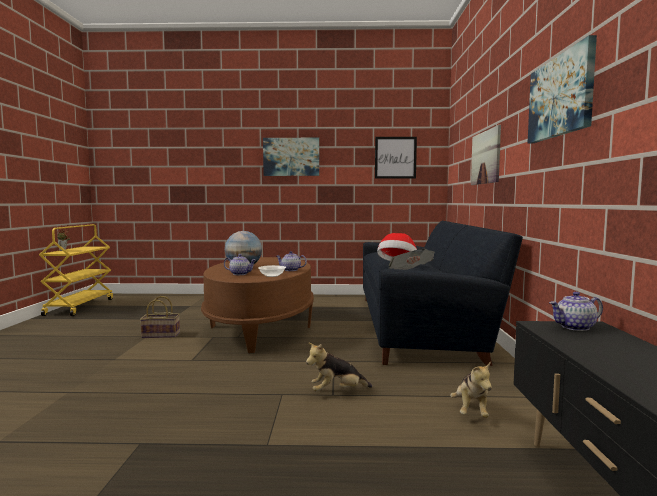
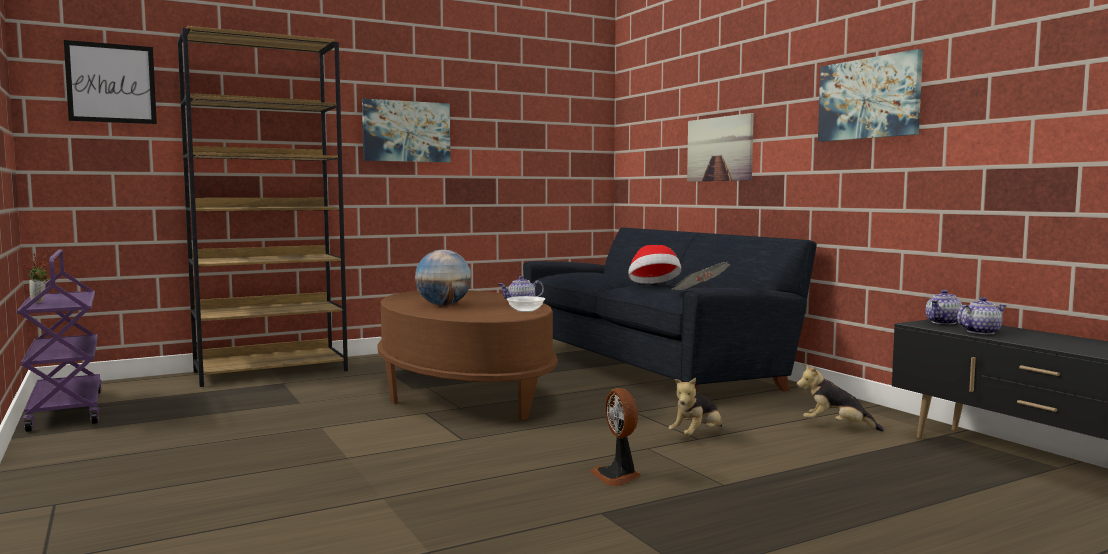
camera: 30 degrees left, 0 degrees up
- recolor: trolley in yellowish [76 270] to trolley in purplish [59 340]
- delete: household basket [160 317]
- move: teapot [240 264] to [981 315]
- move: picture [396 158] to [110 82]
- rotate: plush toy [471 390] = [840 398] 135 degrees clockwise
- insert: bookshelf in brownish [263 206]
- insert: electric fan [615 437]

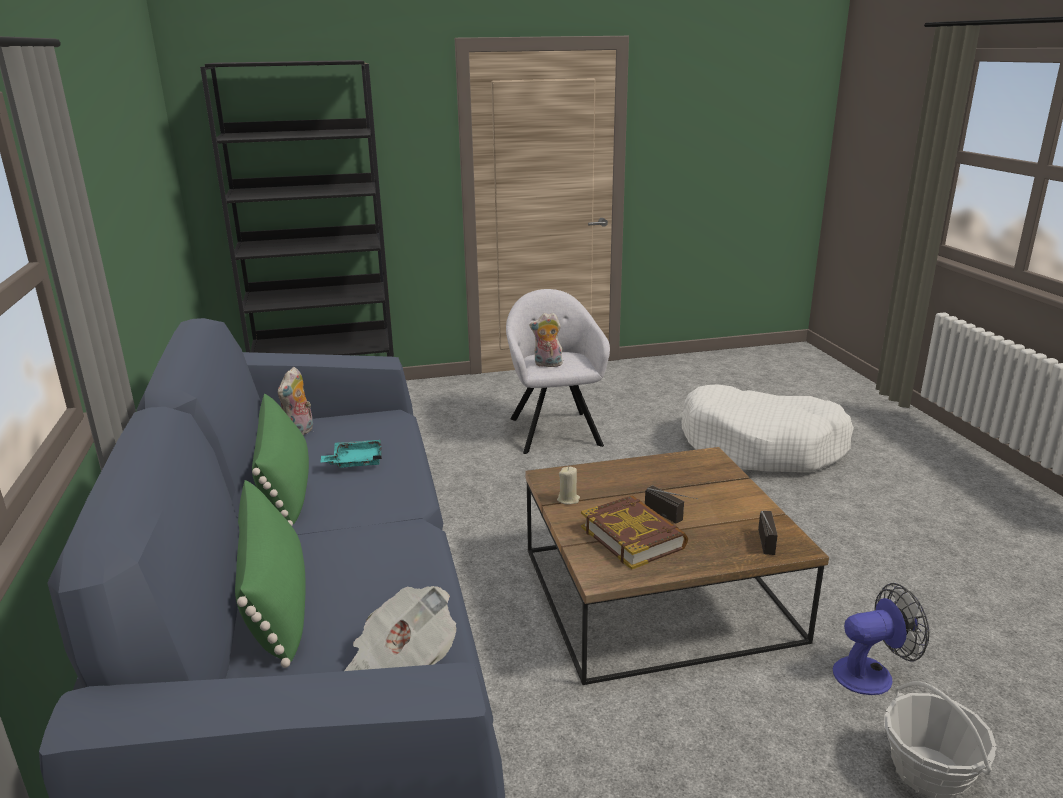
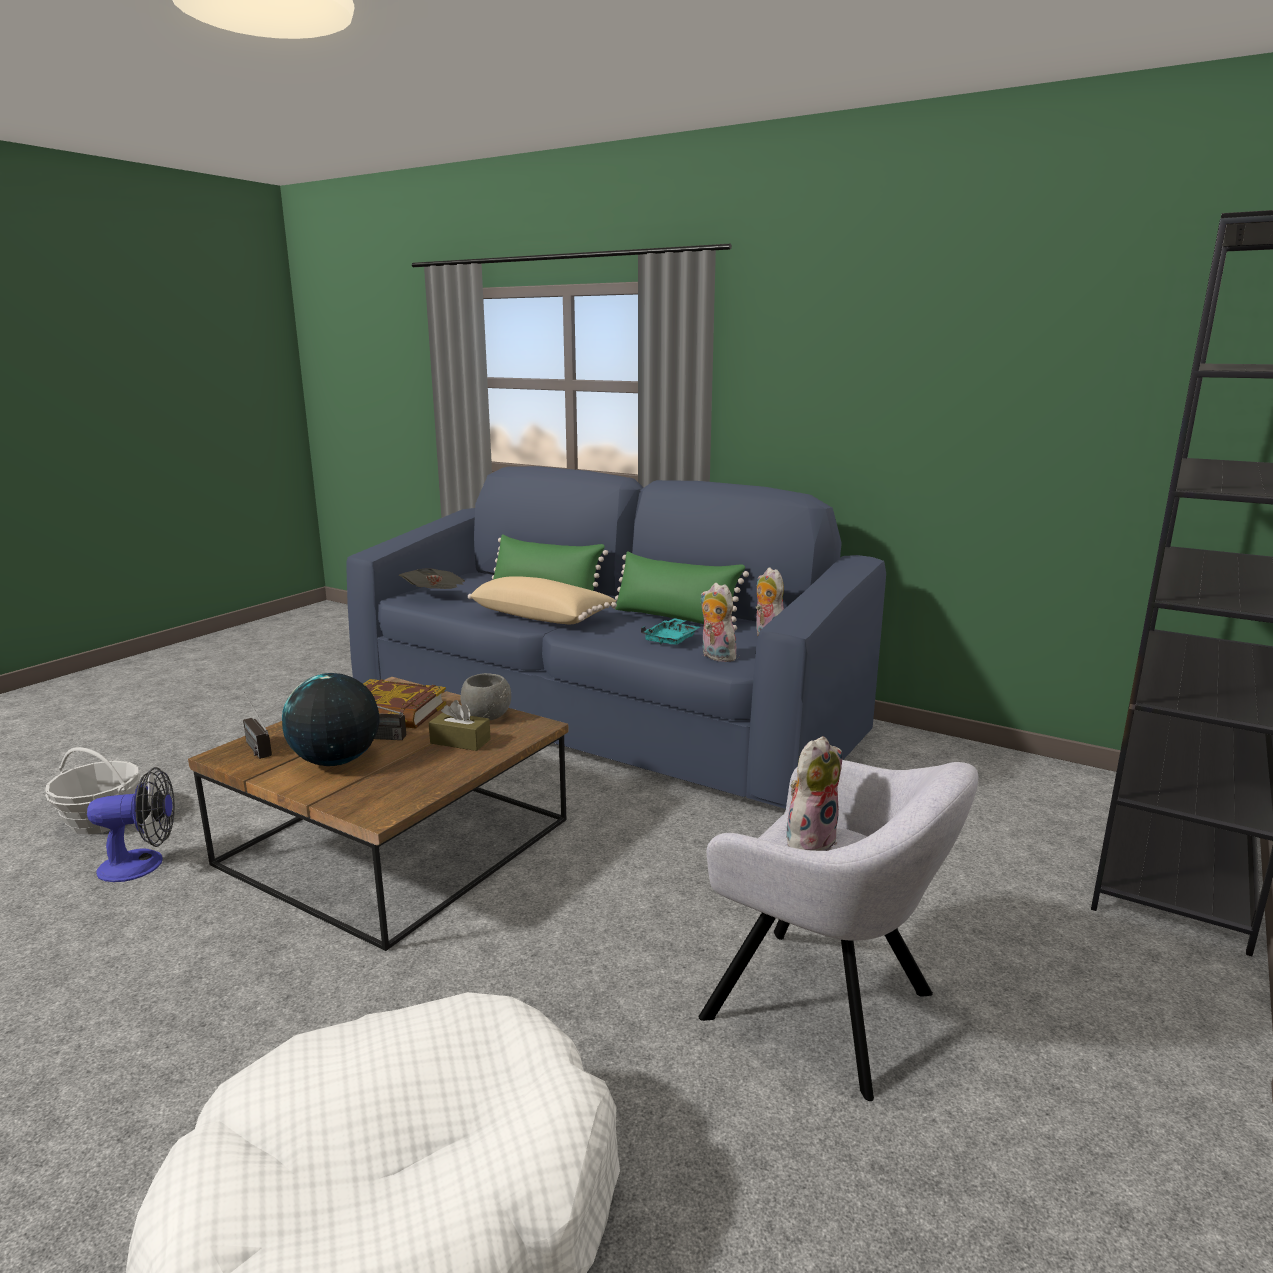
camera: 135 degrees right, 5 degrees down
- replace: wax candle in sand-coloured [568 486] to serving bowl in greyish [486 696]
- rotate: electric fan [881 639] = [131 824] 135 degrees counterclockwise
- insert: world globe [330 719]
- insert: box of tissues in brownish [460 725]
- insert: cushion in sand-coloured [542 600]
- insert: plush toy [718 622]

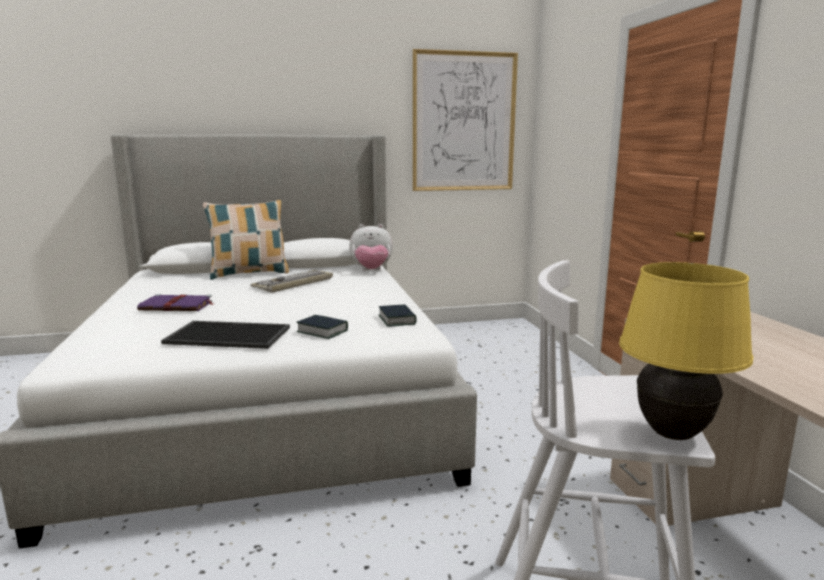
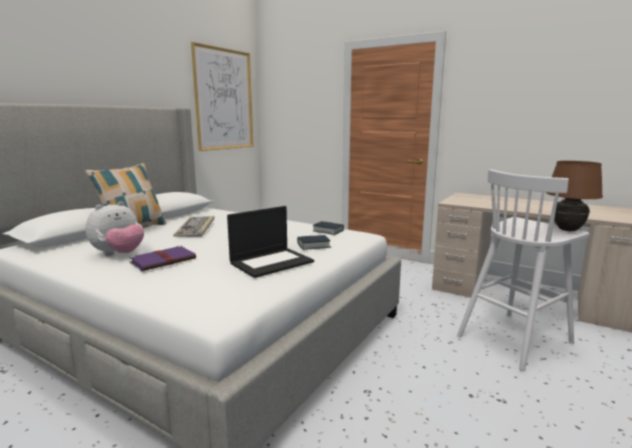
camera: 45 degrees left, 0 degrees up
- replace: tray [225 335] to laptop [270 242]
- move: plush toy [371 247] to [115 228]
- recolor: lamp for a table in yellowish [686 351] to lamp for a table in brownish [574 196]

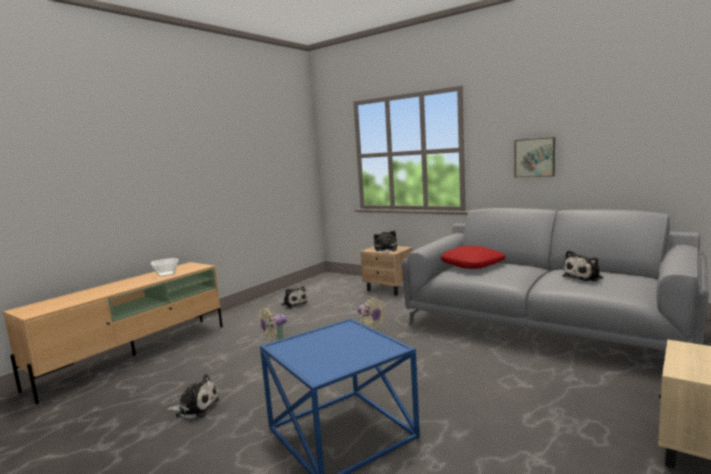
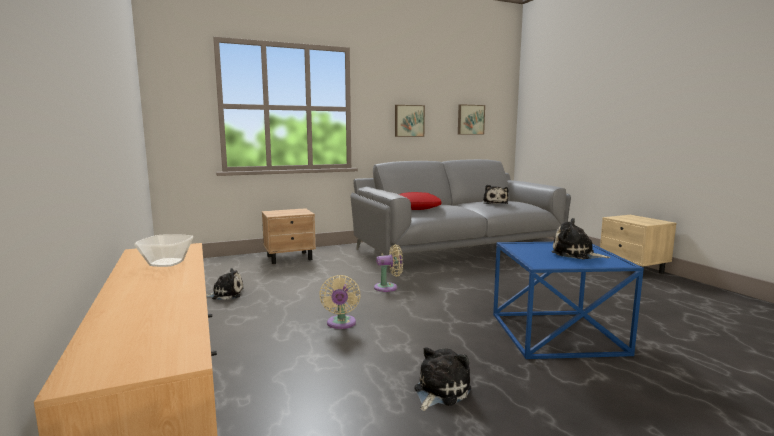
camera: 60 degrees left, 0 degrees up
- move: plush toy [385 242] to [581 238]
- insert: picture [471 119]

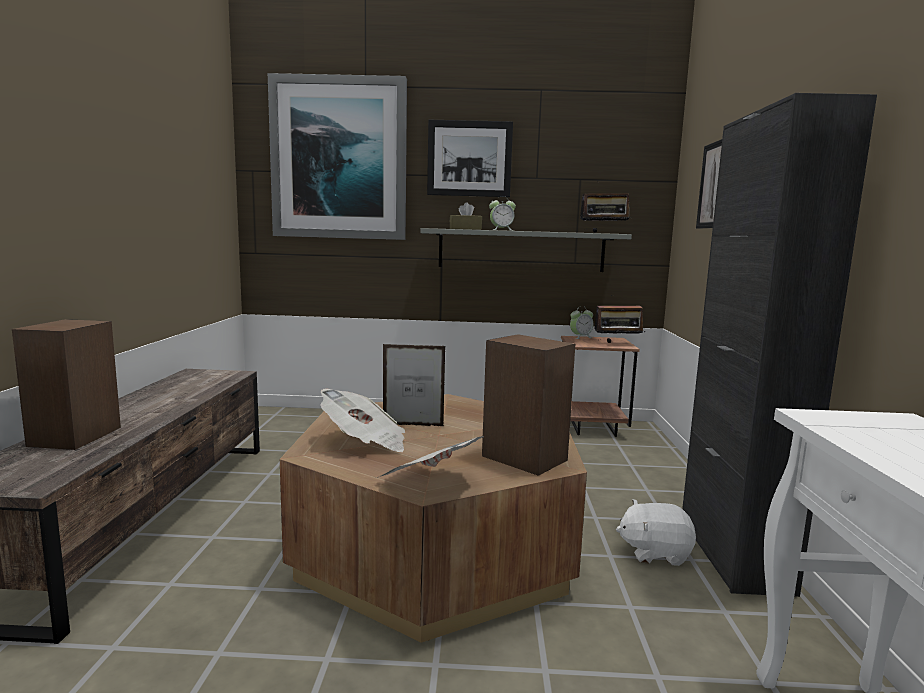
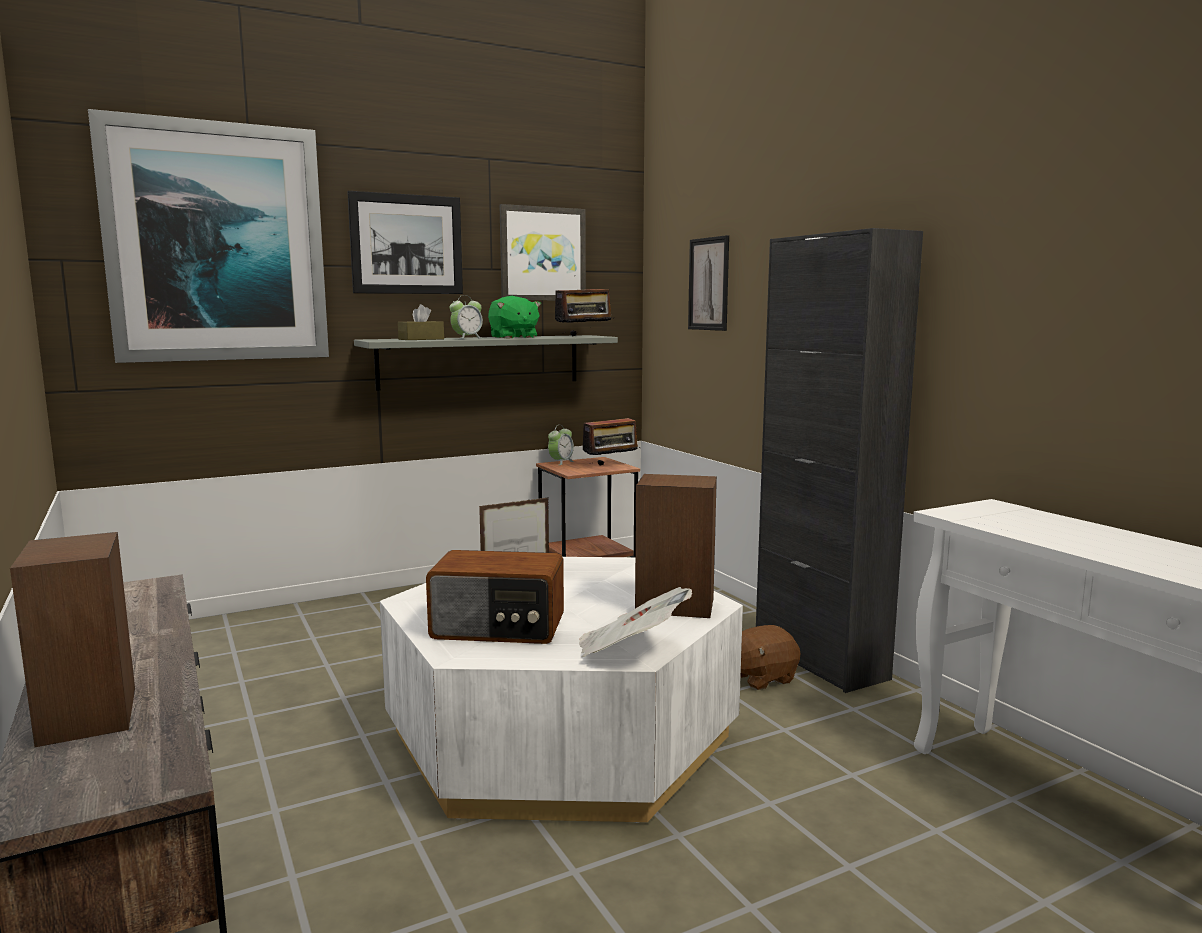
camera: 30 degrees left, 0 degrees up
- recolor: lounge table in brownish [433 518] to lounge table in whitish [561 690]
- replace: newspaper [362 420] to radio receiver [495 597]
- recolor: plush toy in whitish [656 532] to plush toy in brownish [770 657]
- insert: plush toy in greenish [514 317]
- insert: picture [543 252]

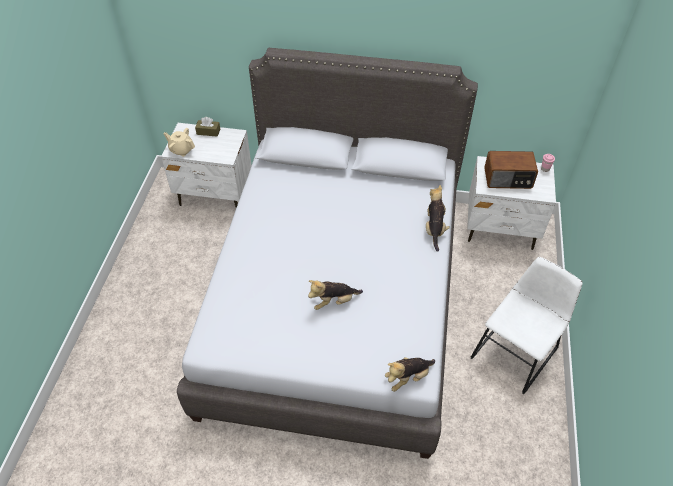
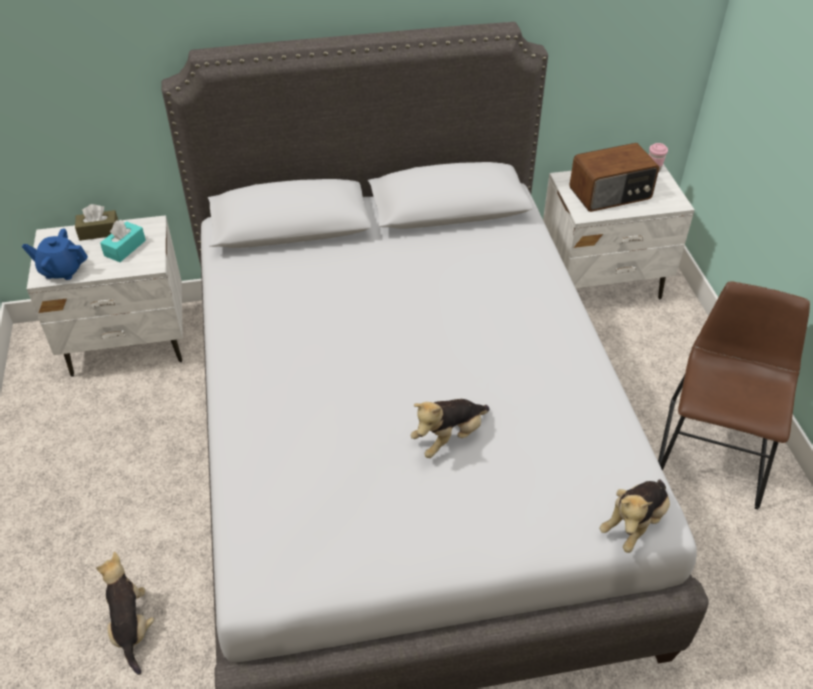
camera: 20 degrees left, 5 degrees down
- recolor: teapot in sand-coloured [179 142] to teapot in blue [55 254]
- move: plush toy [438 218] to [125 613]
- recolor: upright chair in whitish [526 325] to upright chair in brownish [734 395]
- insert: box of tissues in turquoise-coloured [123 241]

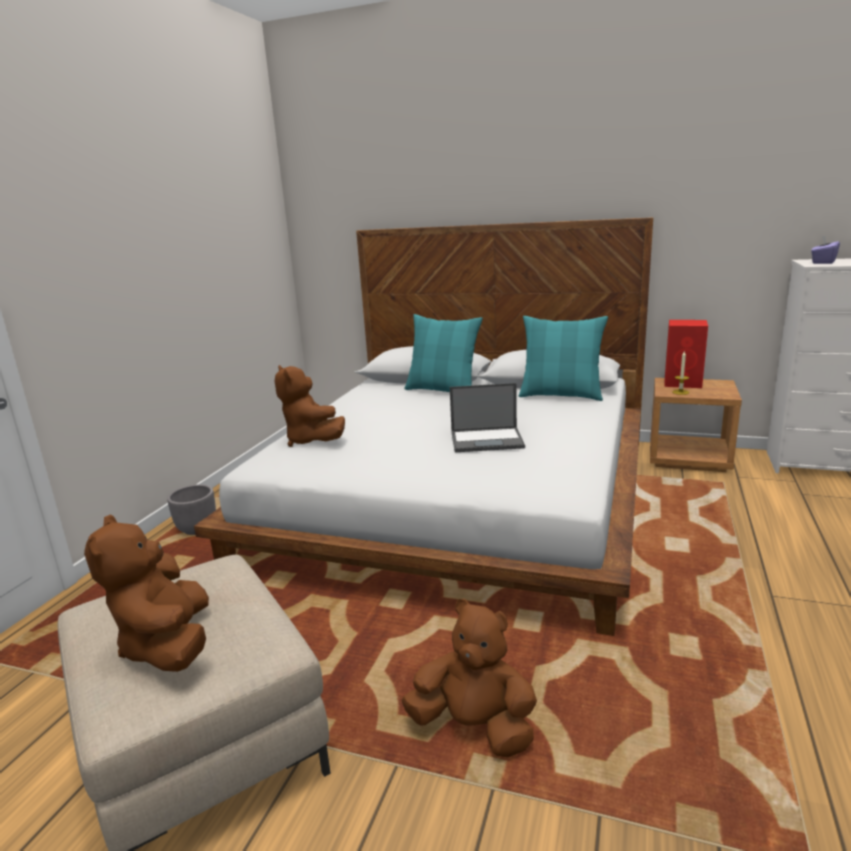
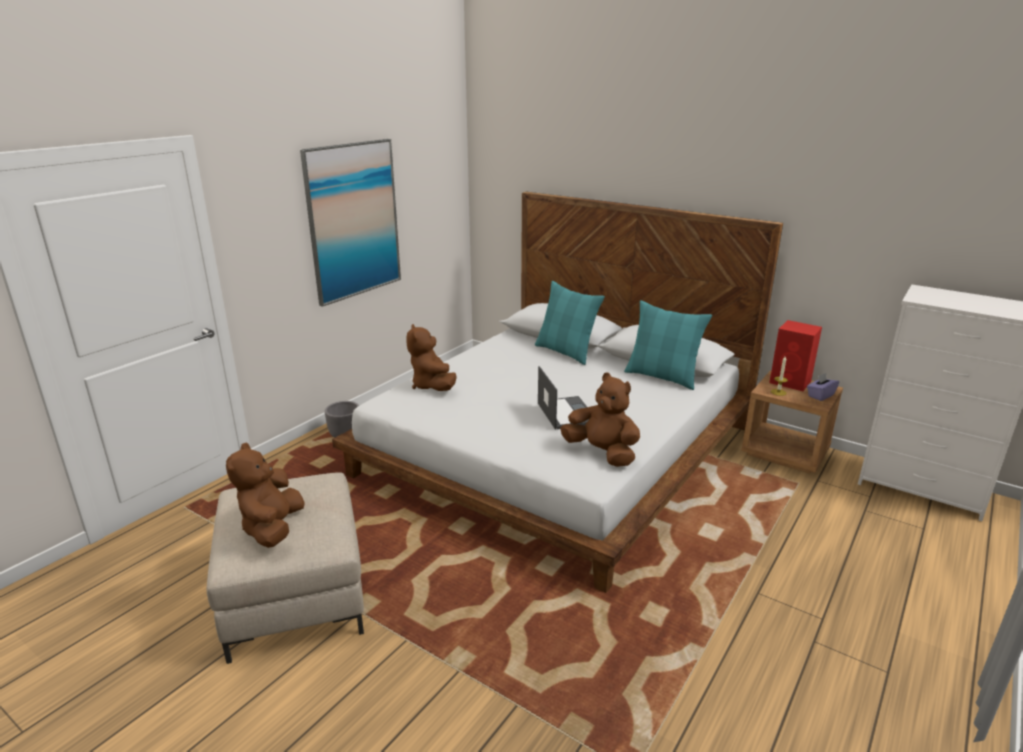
camera: 15 degrees right, 5 degrees up
- move: plush toy in brownish [469 678] to [600 420]
- rotate: laptop [487 417] = [563 398] 120 degrees counterclockwise
- move: box of tissues in purplish [825 249] to [823 387]
- insert: picture [350 223]

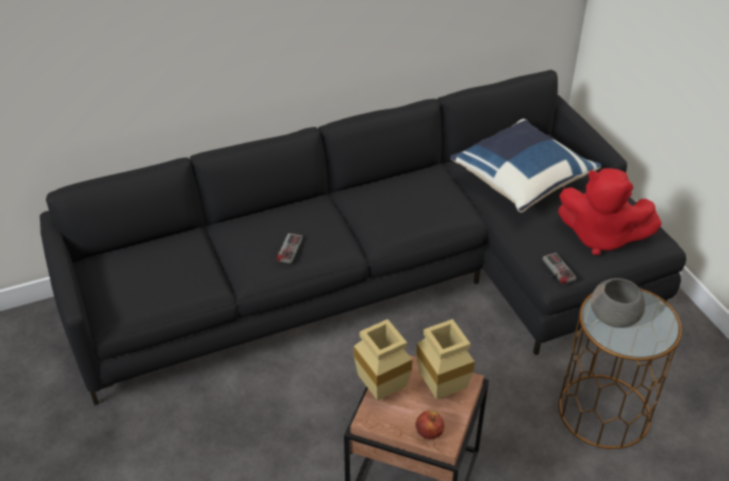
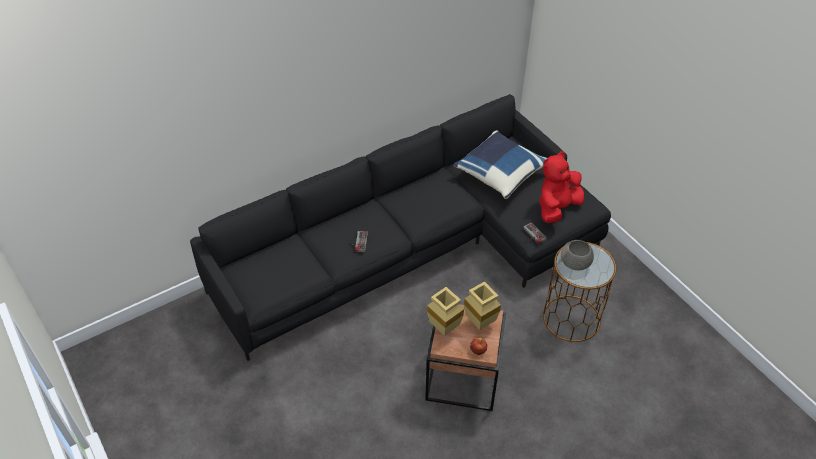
camera: 10 degrees left, 5 degrees up
- rotate: plush toy in red-coloured [610 211] = [561 187] 120 degrees clockwise

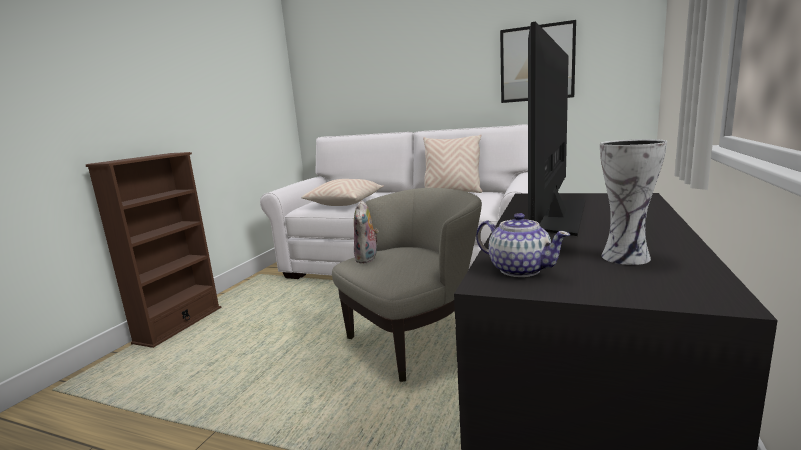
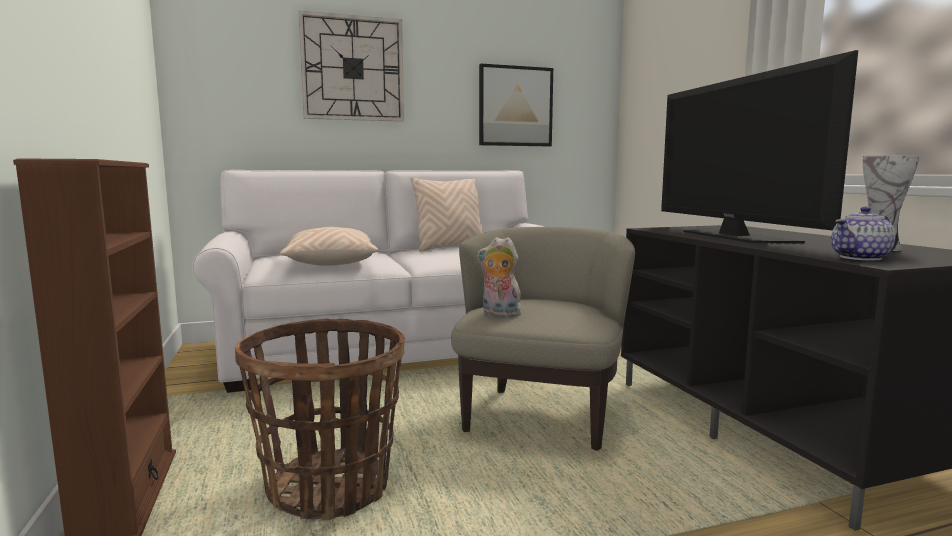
camera: 40 degrees left, 5 degrees down
- rotate: plush toy [366 231] = [499 277] 150 degrees clockwise
- rotate: teapot [523 245] = [863 233] 150 degrees clockwise
- insert: household basket [320 419]
- insert: clock on the wall [351 66]

